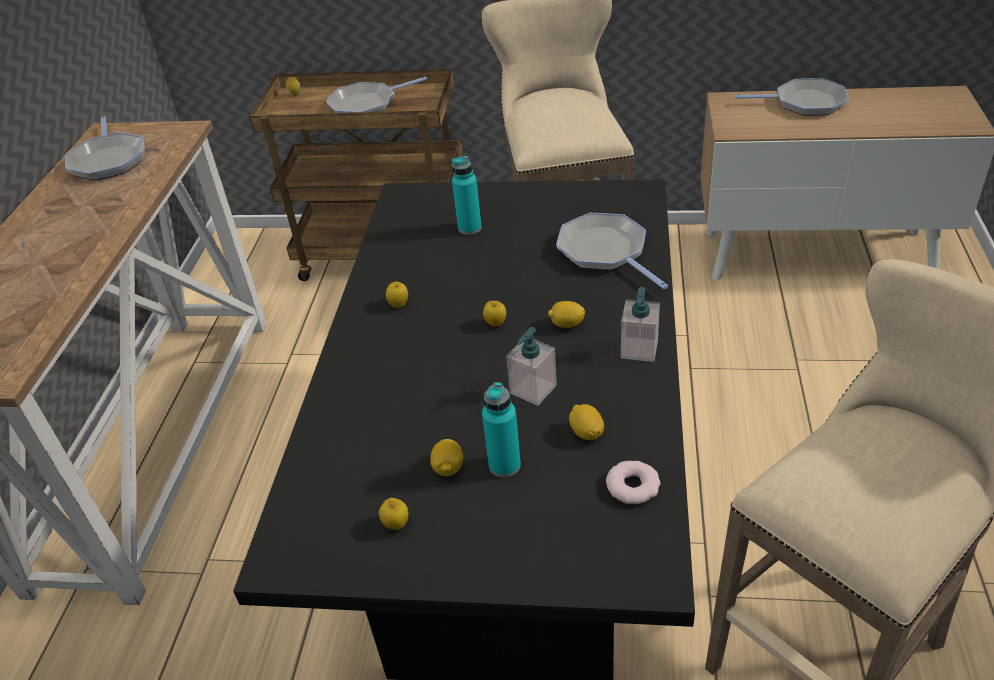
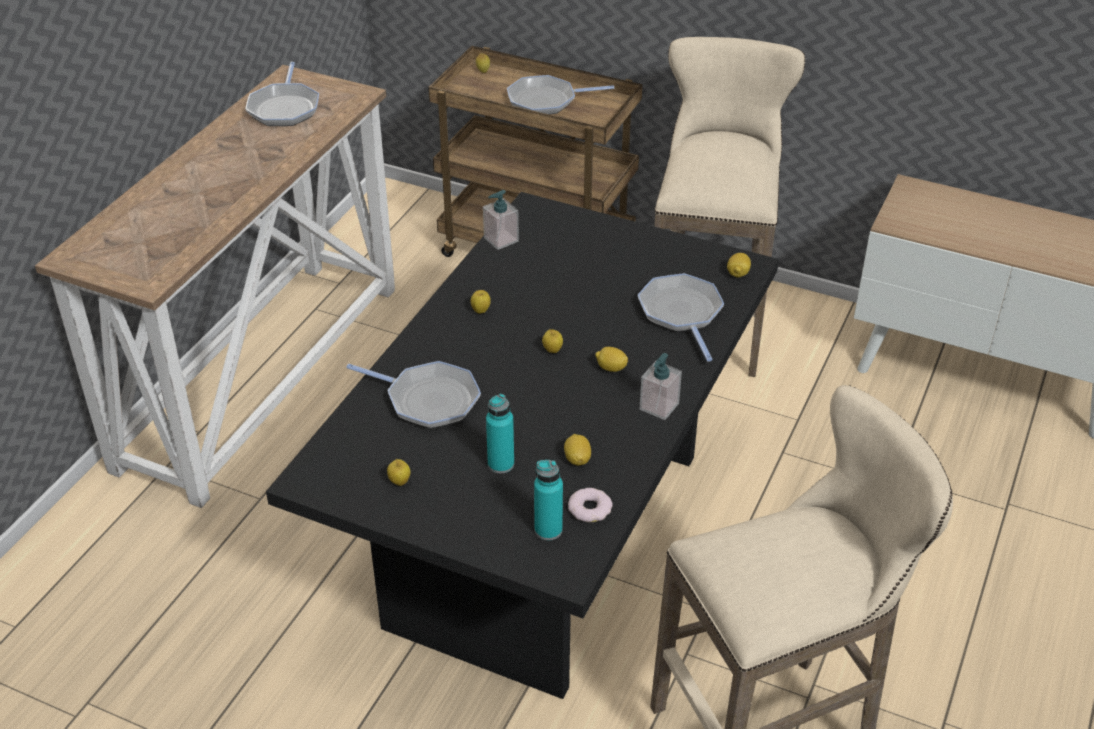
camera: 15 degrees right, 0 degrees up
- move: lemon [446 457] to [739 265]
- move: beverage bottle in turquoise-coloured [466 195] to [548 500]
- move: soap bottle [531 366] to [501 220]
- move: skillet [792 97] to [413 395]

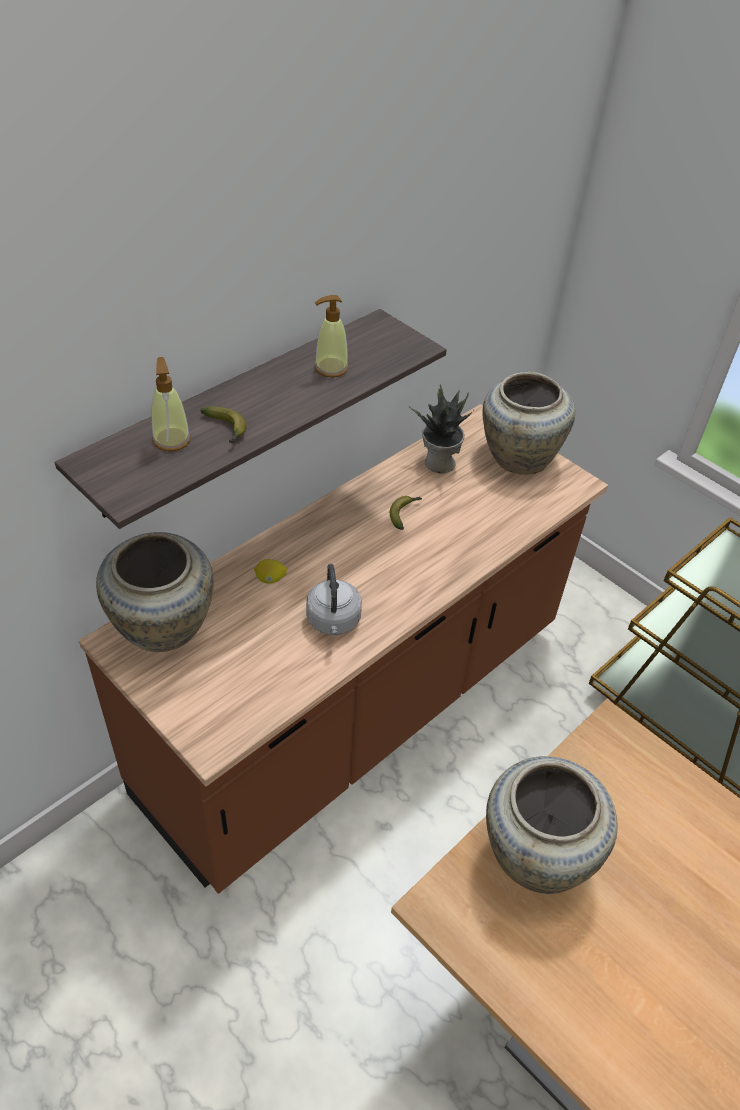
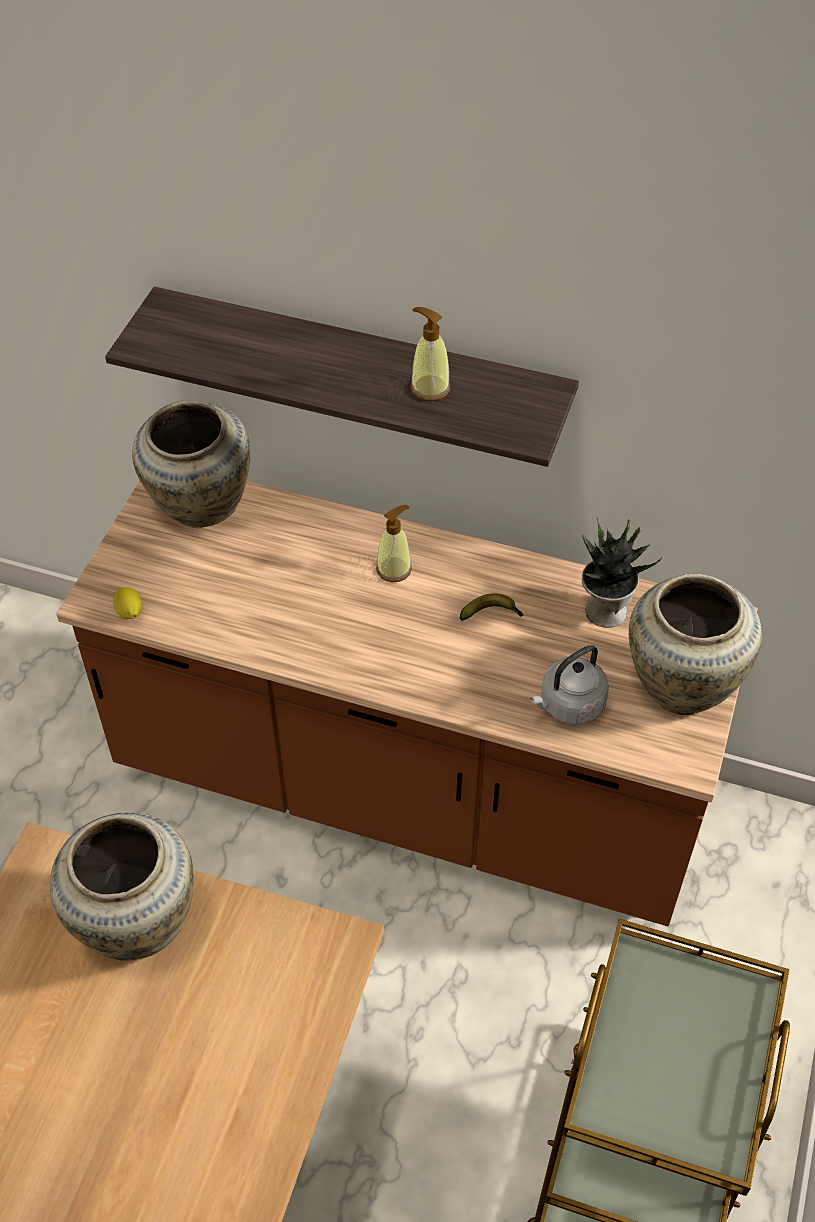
camera: 65 degrees right, 5 degrees up
- move: soap bottle [171 404] to [394 543]
- delete: banana [223 425]
- move: lemon [270 571] to [127 603]
- move: tea kettle in greyish [334 599] to [569 685]

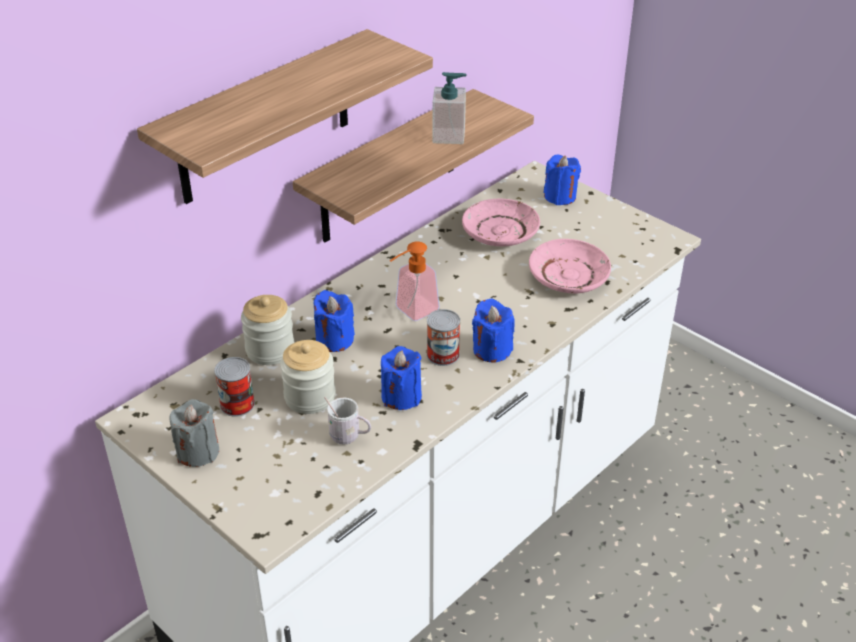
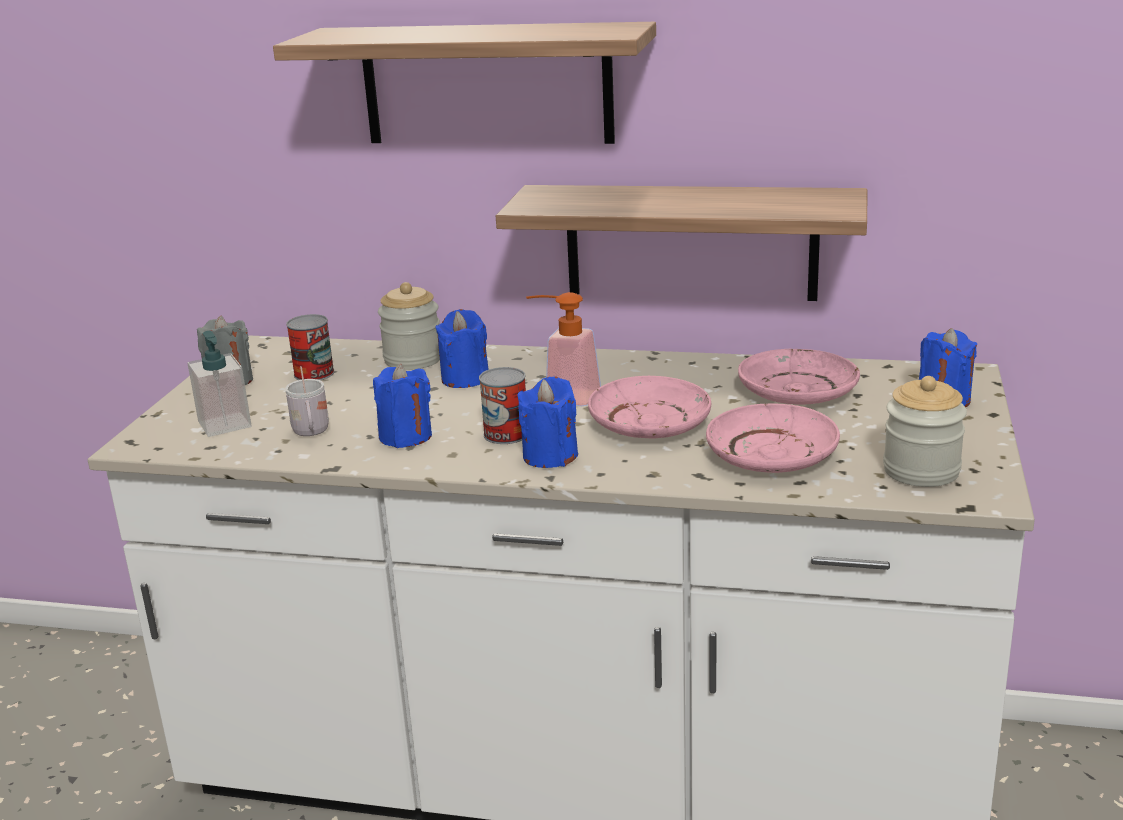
camera: 60 degrees right, 15 degrees down
- move: storage jar [308 377] to [925 431]
- move: soap bottle [449 108] to [220 384]
- insert: plate in pink [649 407]

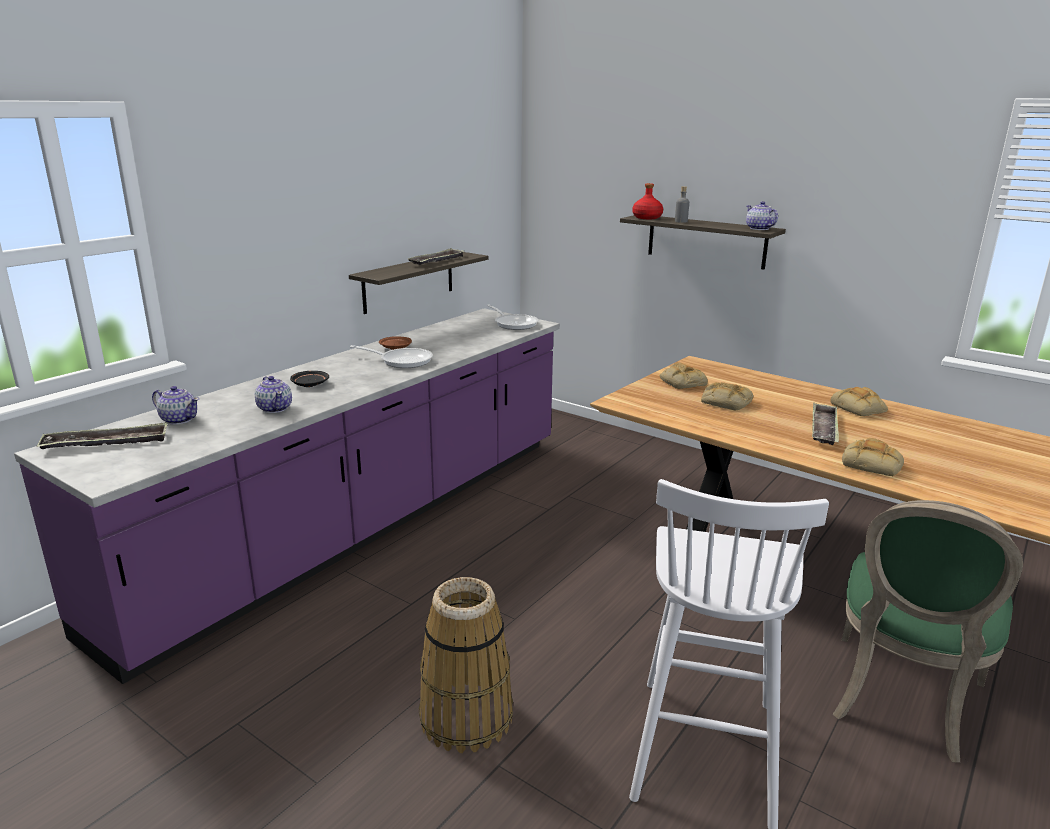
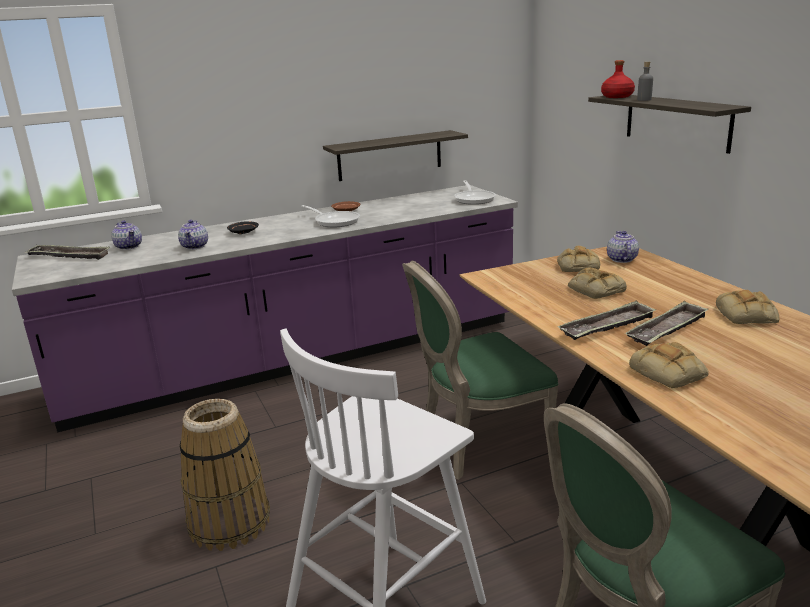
camera: 30 degrees right, 0 degrees up
- move: tray [436 256] to [606 320]
- move: teapot [762 215] to [623 247]
- insert: upright chair in greenish [480 370]

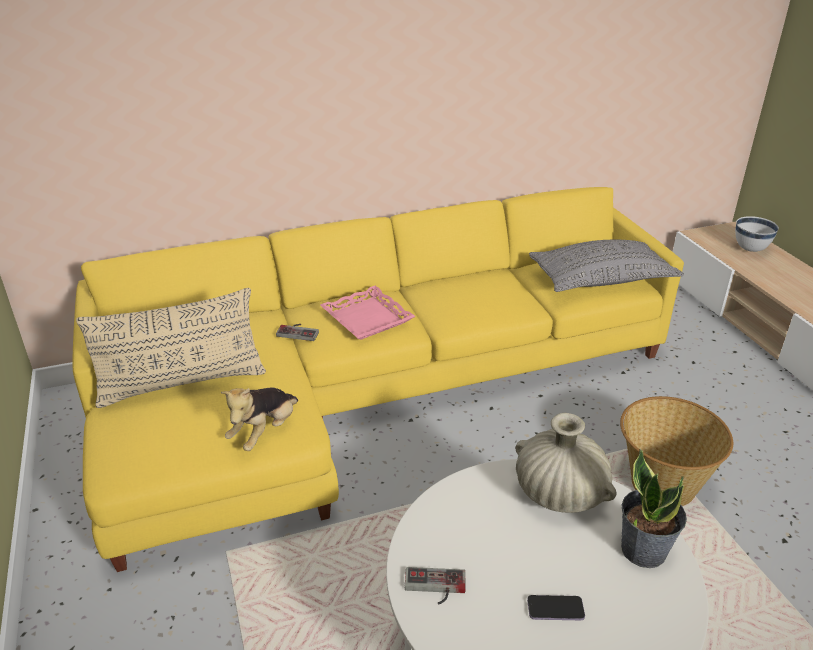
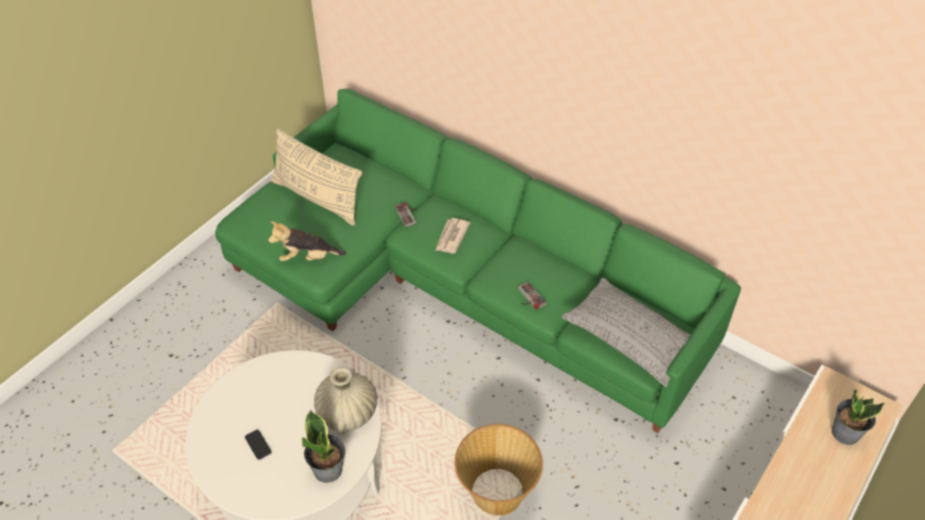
camera: 55 degrees right, 15 degrees up
- recolor: couch in yellowish [378 379] to couch in greenish [478 261]
- replace: tray in pink [368 313] to newspaper [453 235]
- move: game controller [435 586] to [532 296]
- replace: serving bowl in whitish [757 234] to potted plant [858 417]

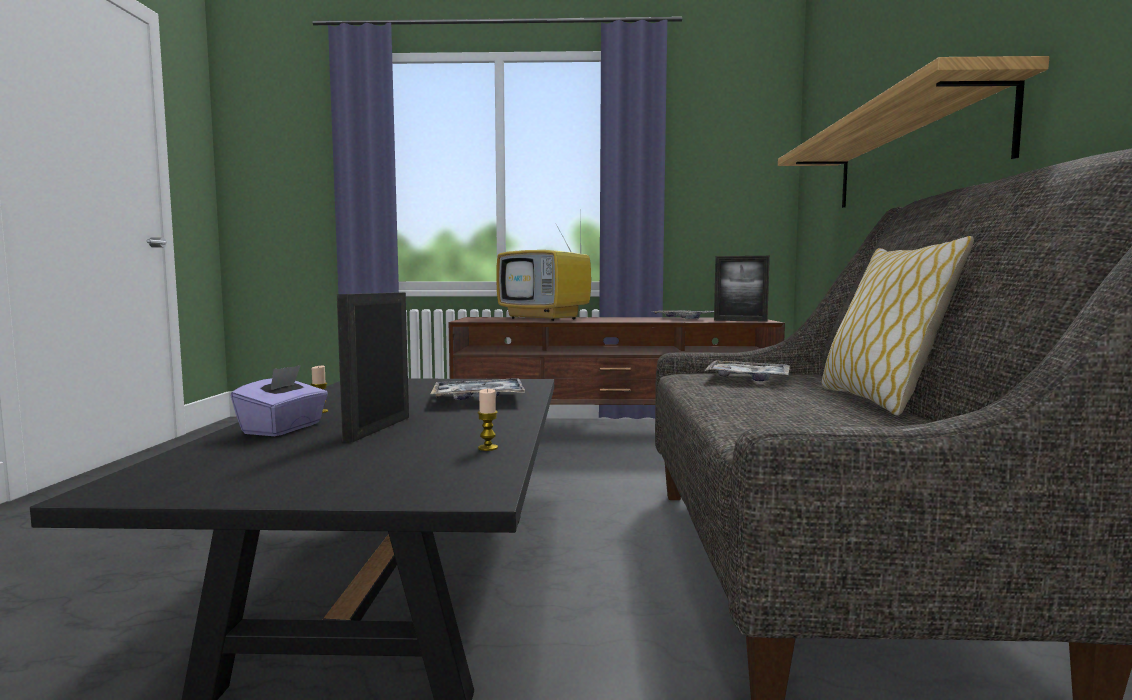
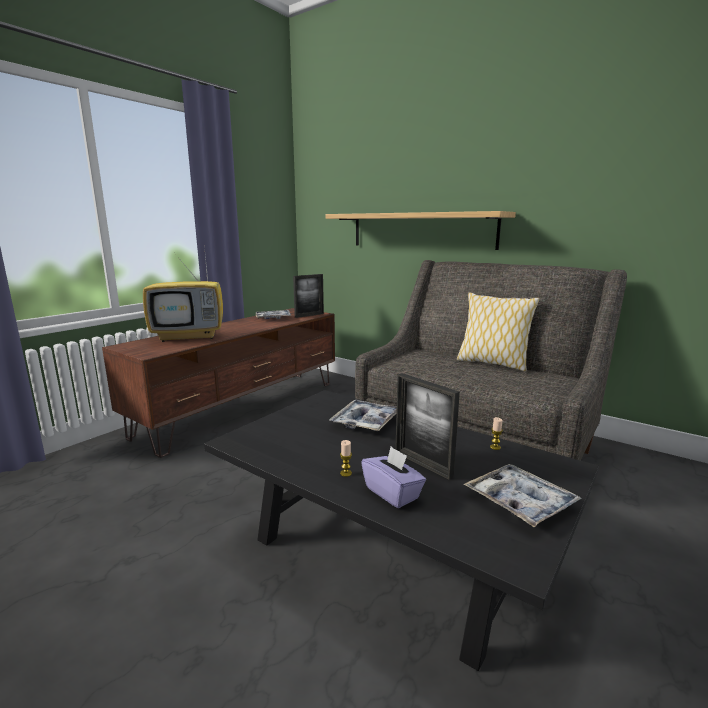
camera: 55 degrees left, 10 degrees up
- move: tray [747 370] to [523 495]

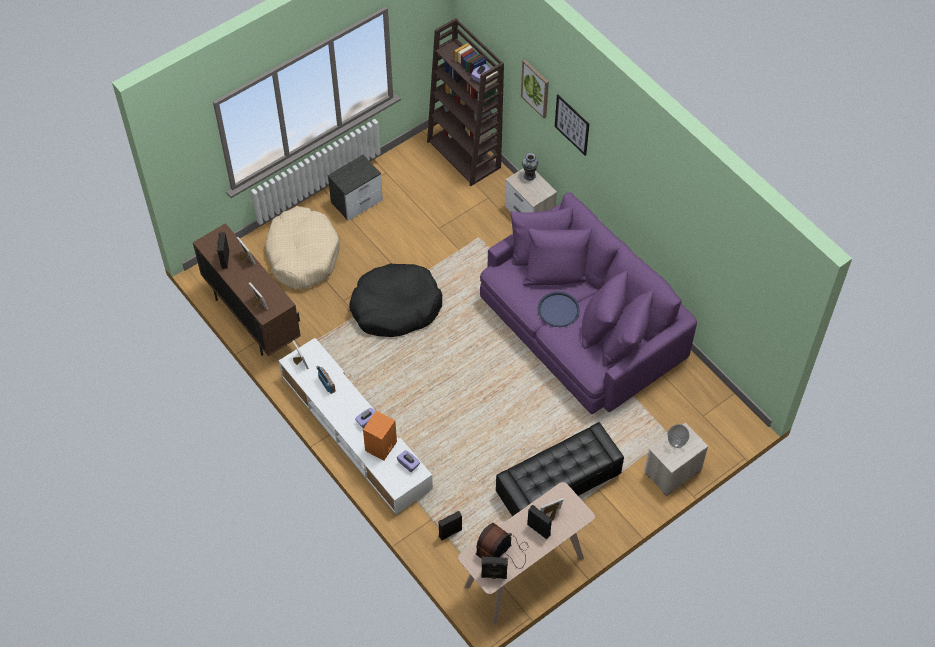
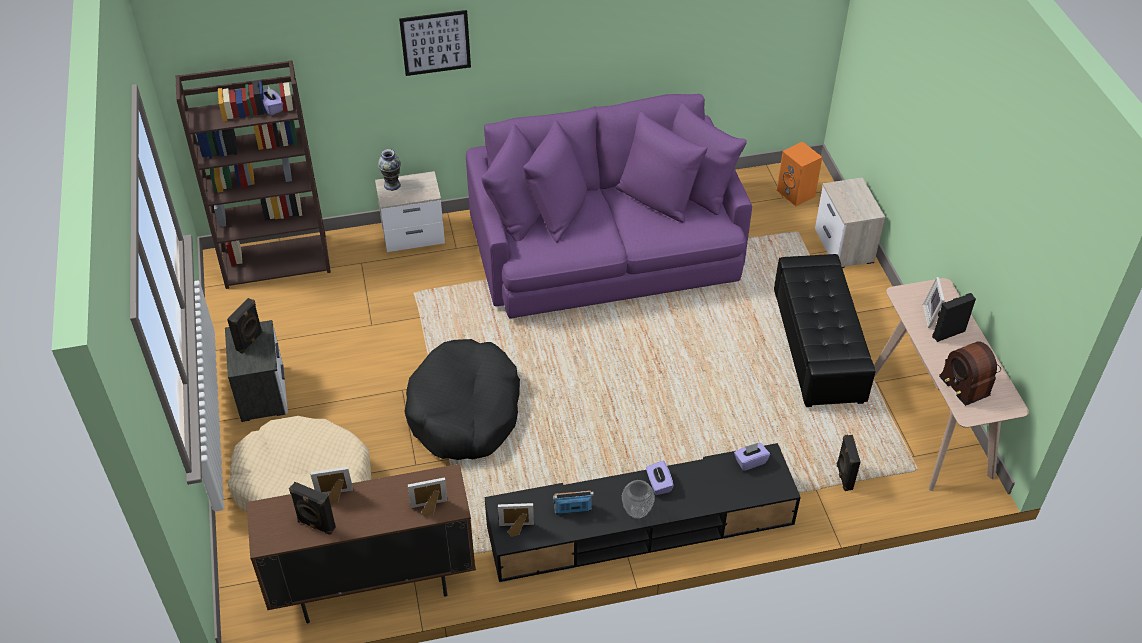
camera: 65 degrees left, 10 degrees down
- recolor: media console in whitish [356 426] to media console in black [643 513]
- move: loudspeaker in orangey [380 436] to [799 174]
- move: loudspeaker in black [494 568] to [245 325]
- delete: picture [535 89]
- delete: tray in blue [559 309]
- move: flower vase [678 436] to [638 499]

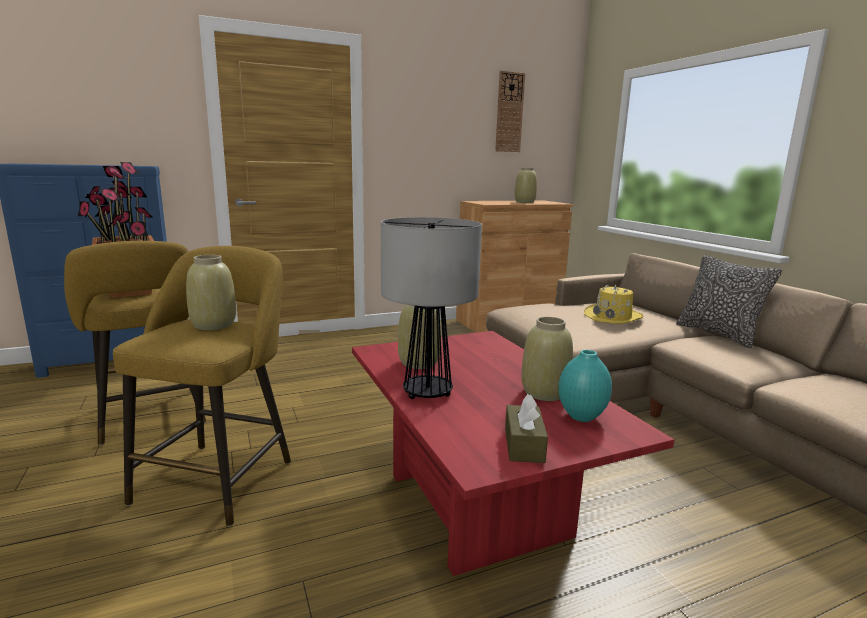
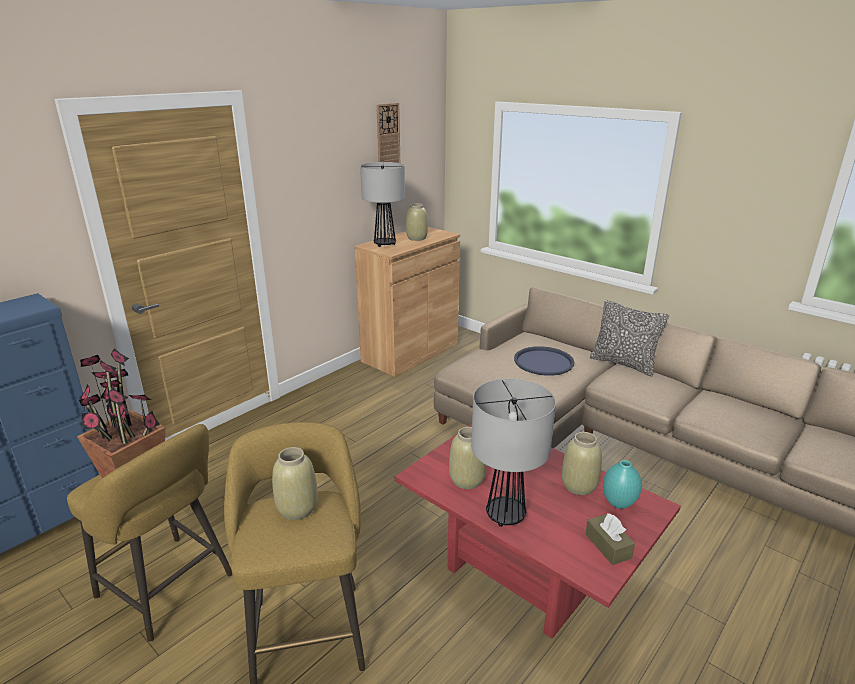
camera: 25 degrees left, 10 degrees up
- replace: clothing hat in yellowish [613 304] to tray in blue [544 361]
- insert: lamp for a table [382 204]

